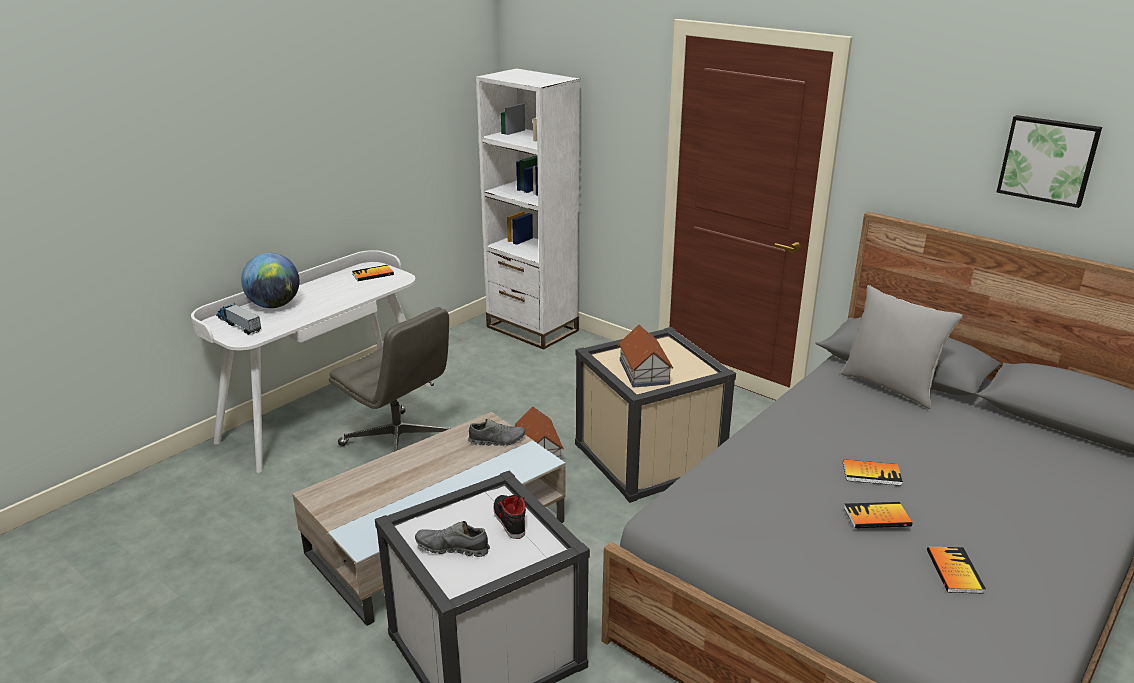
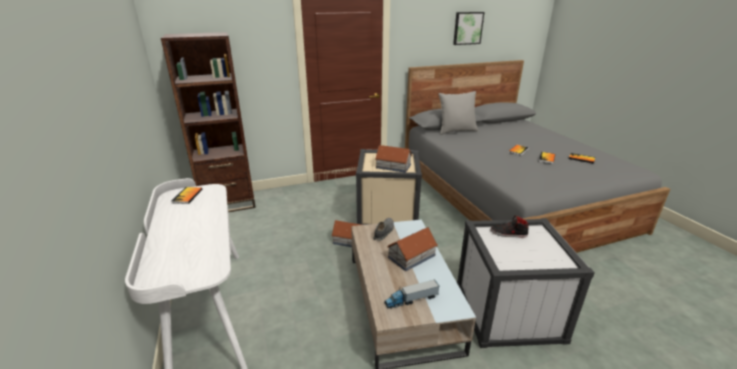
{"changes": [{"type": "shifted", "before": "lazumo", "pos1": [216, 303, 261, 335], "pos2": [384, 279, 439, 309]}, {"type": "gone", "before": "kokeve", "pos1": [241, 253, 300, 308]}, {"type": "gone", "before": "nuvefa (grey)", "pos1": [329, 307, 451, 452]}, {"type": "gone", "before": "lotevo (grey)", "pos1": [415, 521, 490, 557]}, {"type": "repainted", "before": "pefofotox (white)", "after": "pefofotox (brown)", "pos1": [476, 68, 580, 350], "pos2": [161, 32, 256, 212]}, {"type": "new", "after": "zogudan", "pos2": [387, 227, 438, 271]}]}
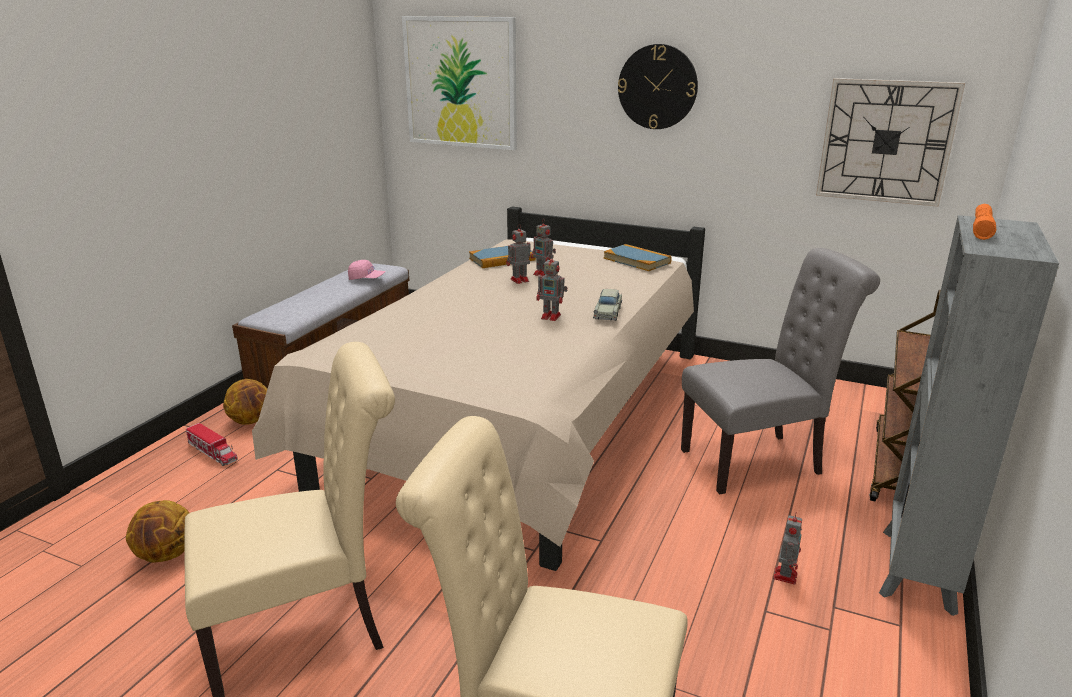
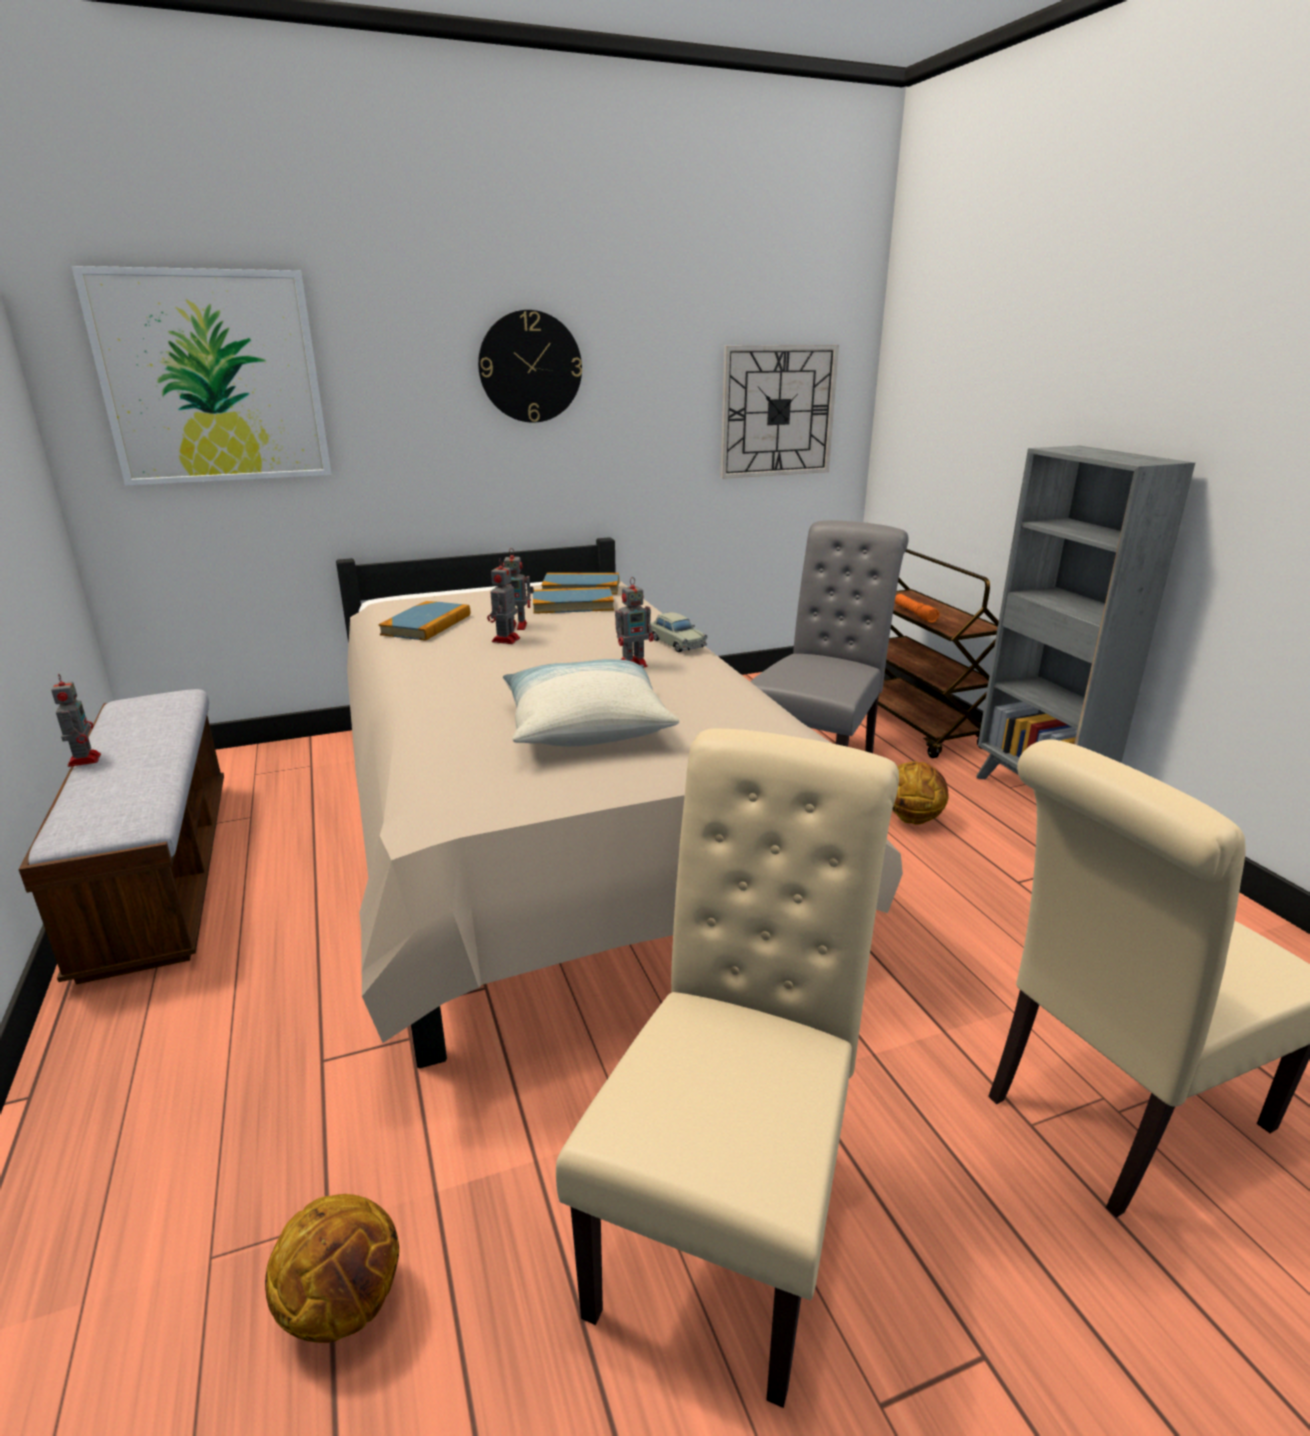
{"changes": [{"type": "gone", "before": "lazumo", "pos1": [186, 423, 238, 466]}, {"type": "shifted", "before": "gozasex", "pos1": [223, 379, 267, 425], "pos2": [892, 761, 949, 824]}, {"type": "gone", "before": "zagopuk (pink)", "pos1": [348, 260, 386, 280]}, {"type": "shifted", "before": "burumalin", "pos1": [773, 514, 802, 585], "pos2": [51, 674, 101, 767]}, {"type": "shifted", "before": "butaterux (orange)", "pos1": [973, 204, 996, 240], "pos2": [895, 594, 939, 623]}, {"type": "new", "after": "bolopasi", "pos2": [503, 659, 679, 747]}, {"type": "new", "after": "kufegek", "pos2": [533, 587, 614, 614]}]}
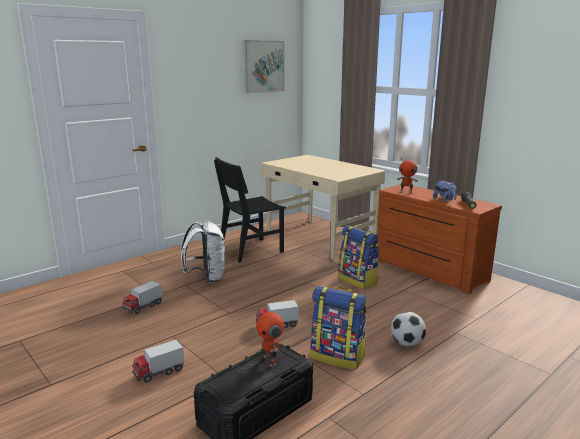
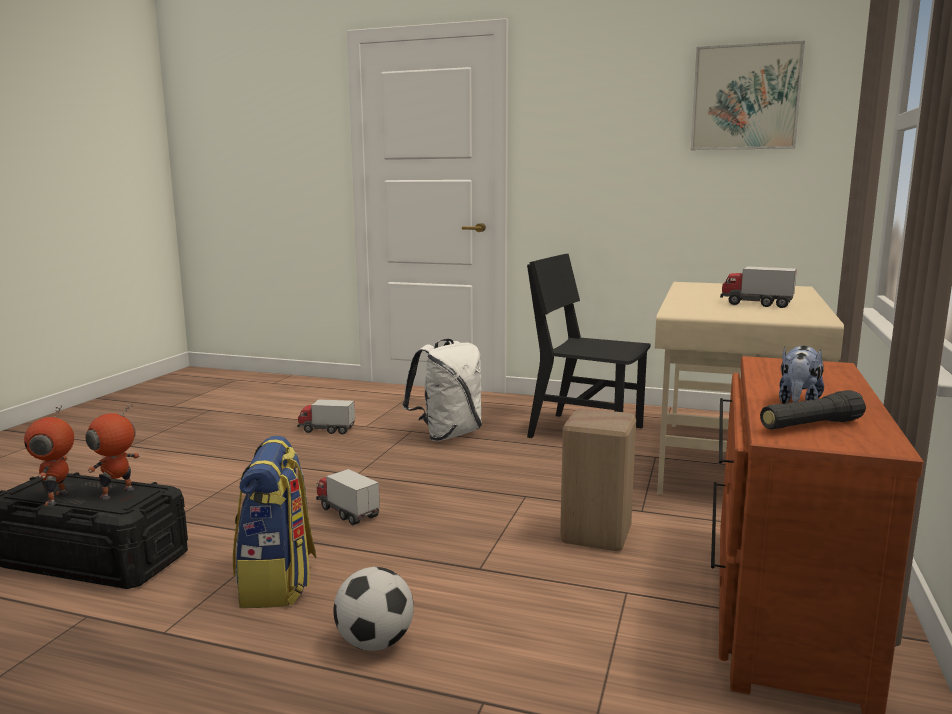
{"changes": [{"type": "shifted", "before": "lazumo", "pos1": [132, 340, 184, 382], "pos2": [720, 266, 797, 308]}, {"type": "swapped", "before": "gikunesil", "after": "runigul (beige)", "pos1": [338, 225, 379, 290], "pos2": [560, 408, 636, 551]}, {"type": "shifted", "before": "burumalin", "pos1": [397, 158, 418, 194], "pos2": [24, 405, 74, 506]}]}
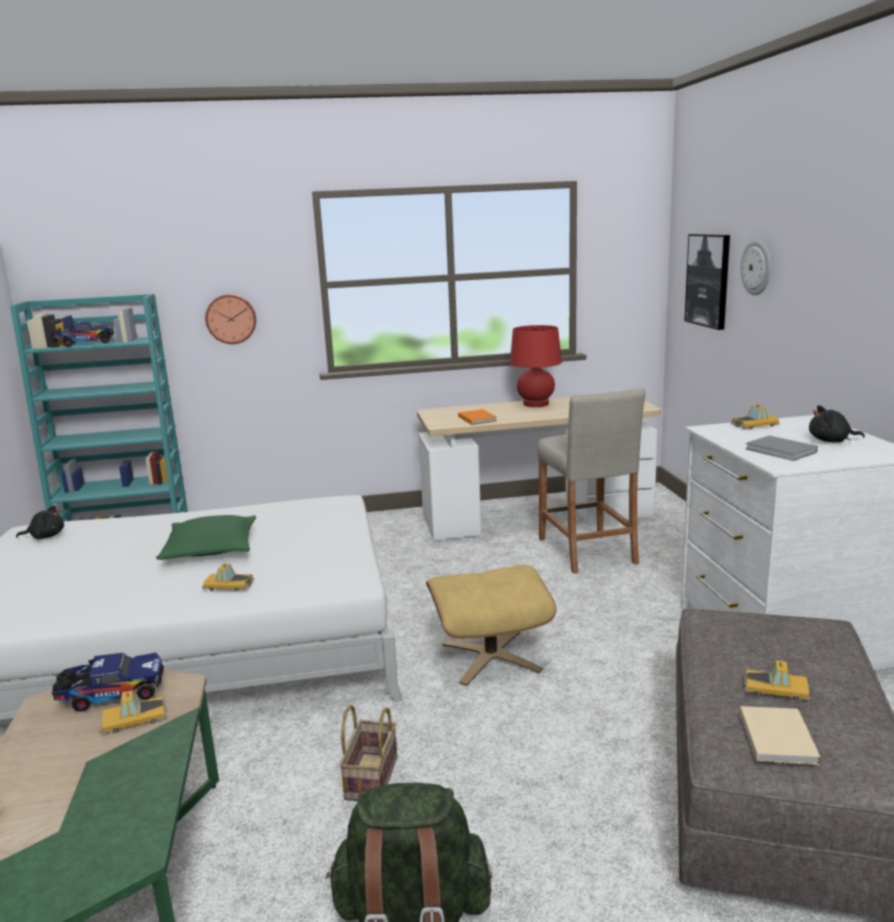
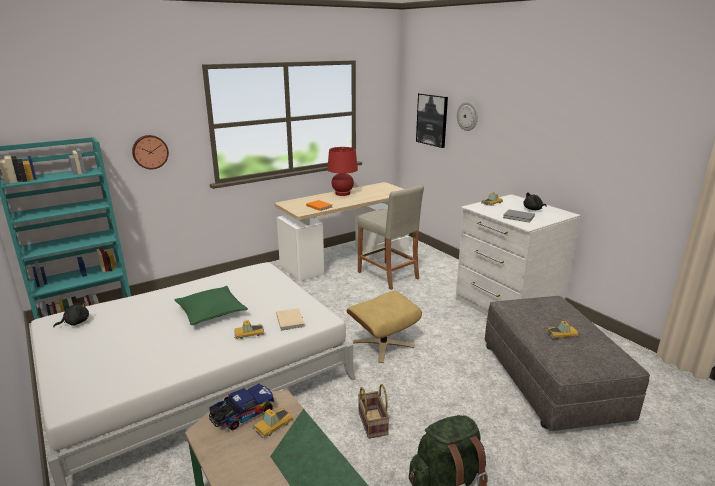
{"changes": [{"type": "gone", "before": "lazumo", "pos1": [51, 322, 114, 347]}, {"type": "shifted", "before": "kufegek (beige)", "pos1": [740, 706, 821, 765], "pos2": [276, 308, 305, 331]}]}
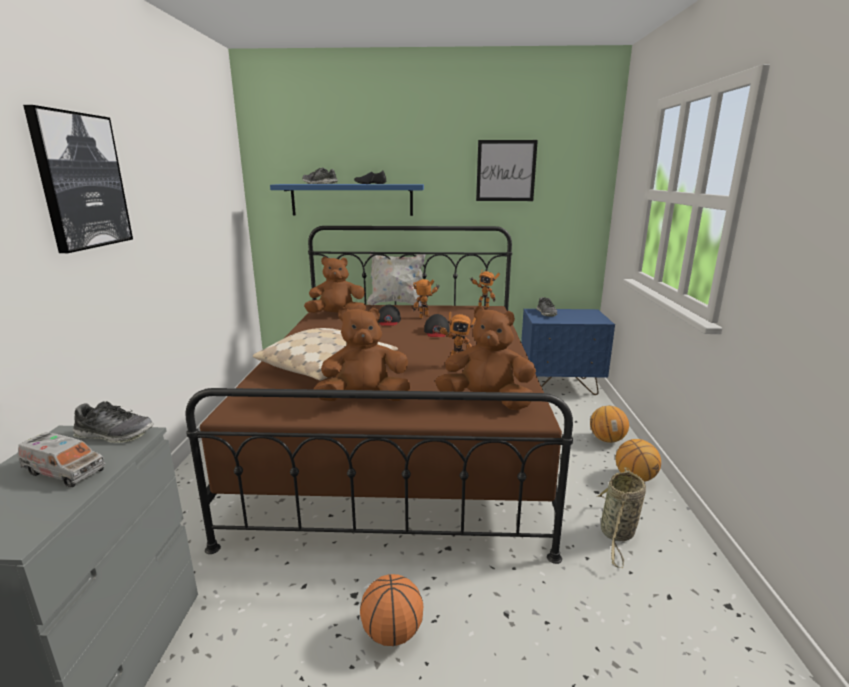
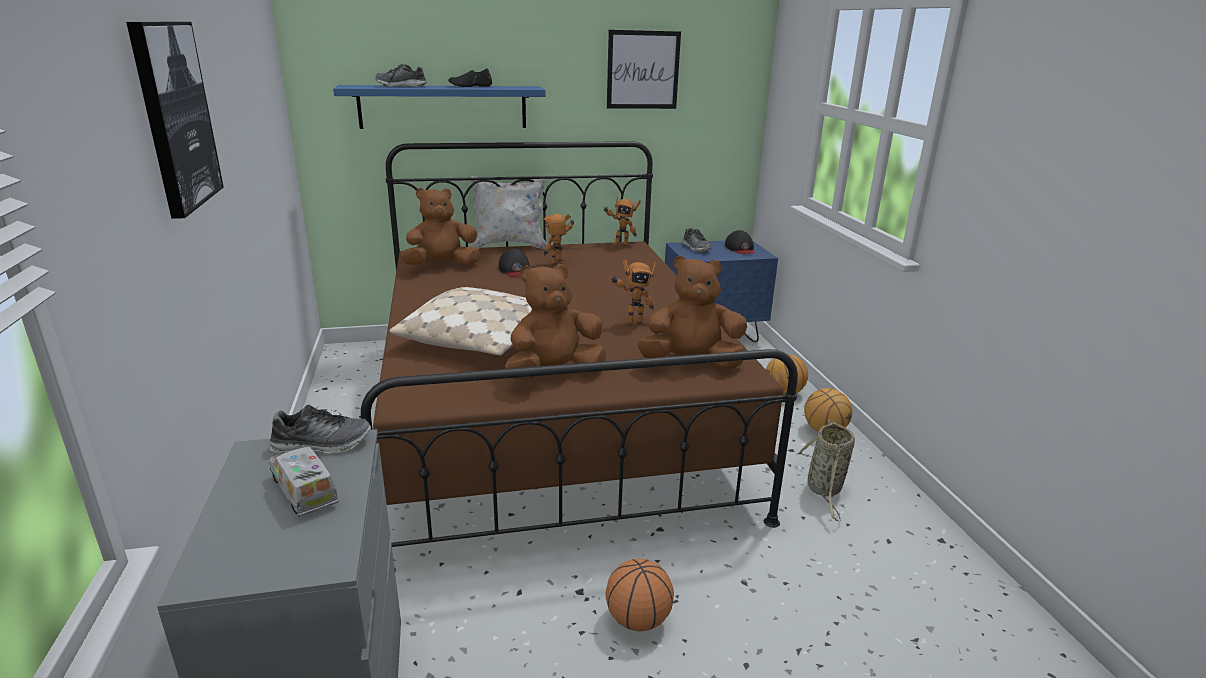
{"changes": [{"type": "rotated", "before": "lazumo", "pos1": [18, 432, 105, 487], "pos2": [269, 447, 339, 516], "turn": -135}, {"type": "shifted", "before": "zagopuk (black)", "pos1": [424, 314, 450, 337], "pos2": [725, 230, 755, 254]}]}
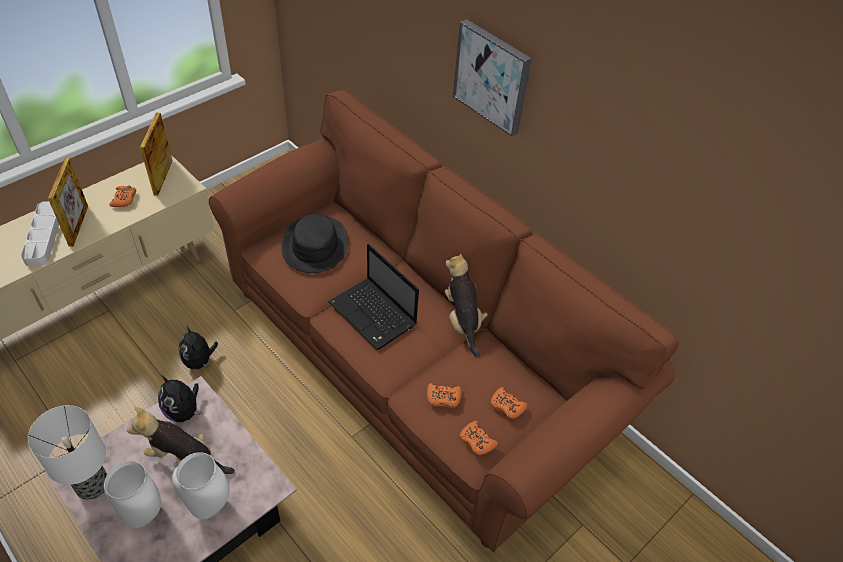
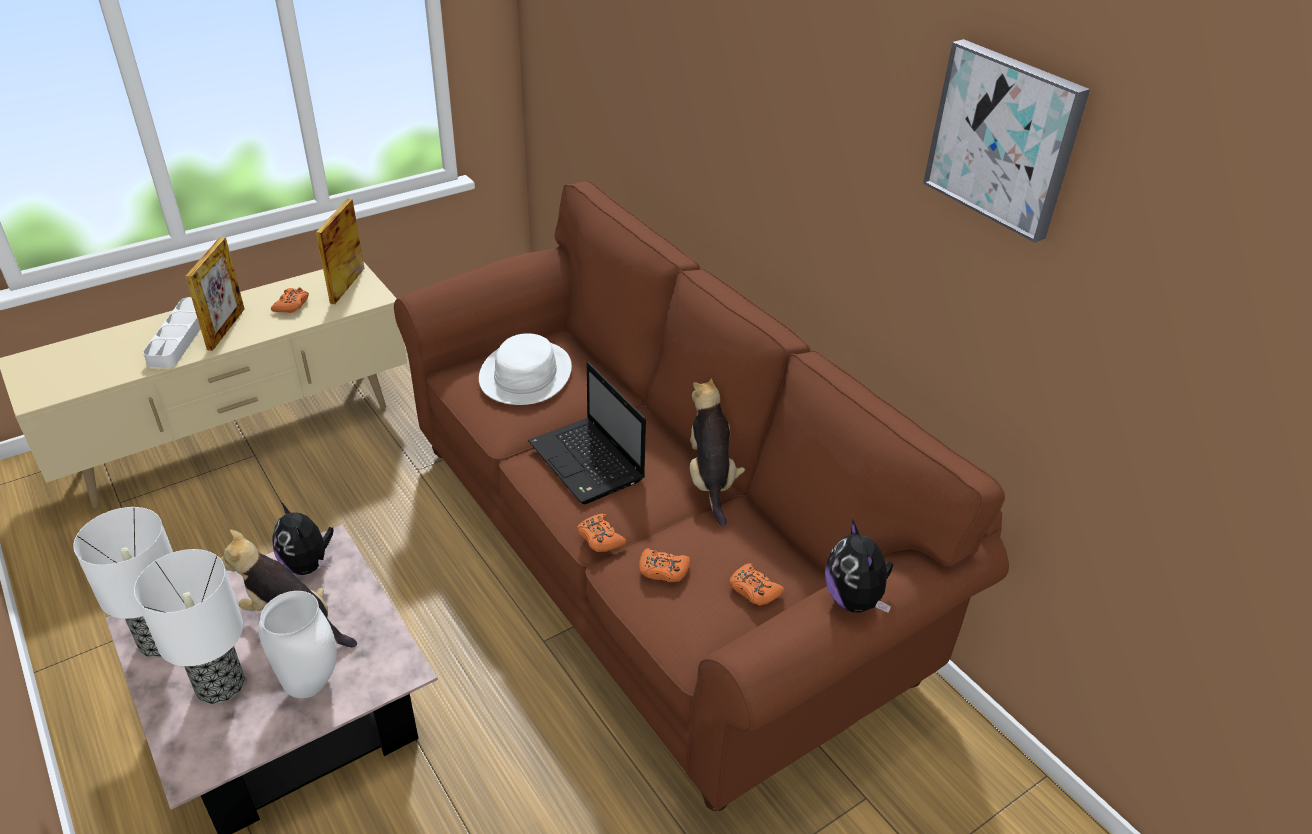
{"changes": [{"type": "swapped", "before": "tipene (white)", "after": "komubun", "pos1": [104, 461, 161, 528], "pos2": [134, 549, 245, 704]}, {"type": "shifted", "before": "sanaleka", "pos1": [179, 326, 218, 369], "pos2": [825, 519, 893, 613]}, {"type": "repainted", "before": "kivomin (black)", "after": "kivomin (white)", "pos1": [281, 214, 348, 273], "pos2": [479, 333, 572, 405]}, {"type": "shifted", "before": "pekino", "pos1": [453, 19, 532, 137], "pos2": [923, 39, 1090, 243]}, {"type": "shifted", "before": "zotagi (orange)", "pos1": [460, 421, 498, 455], "pos2": [577, 514, 626, 552]}]}
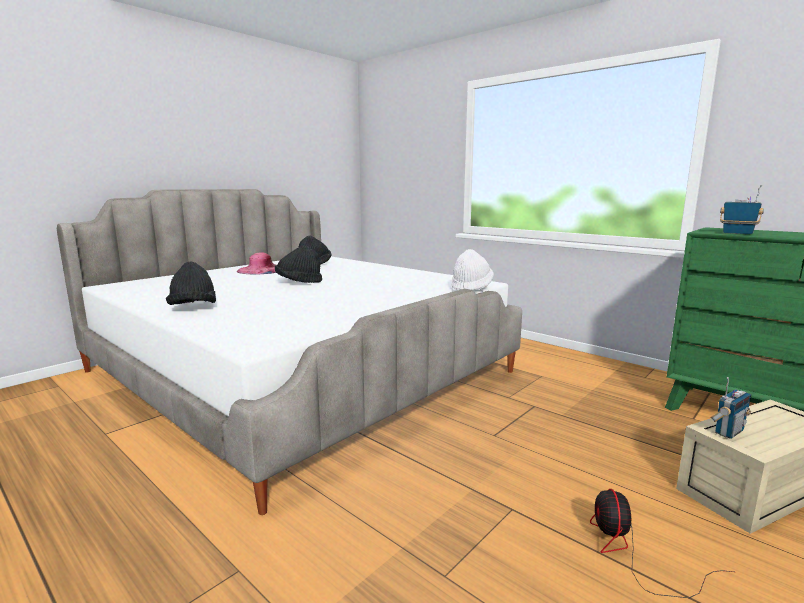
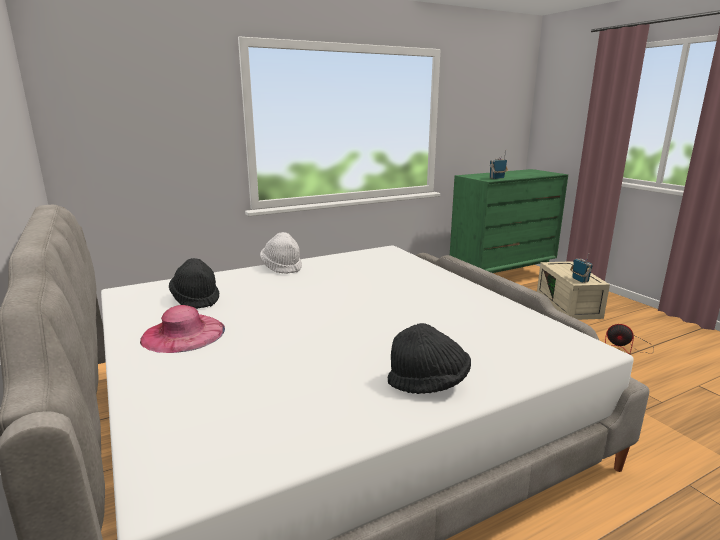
{"changes": [{"type": "gone", "before": "kivomin (black)", "pos1": [275, 246, 322, 283]}, {"type": "shifted", "before": "kivomin (white)", "pos1": [451, 249, 494, 291], "pos2": [260, 232, 302, 274]}]}
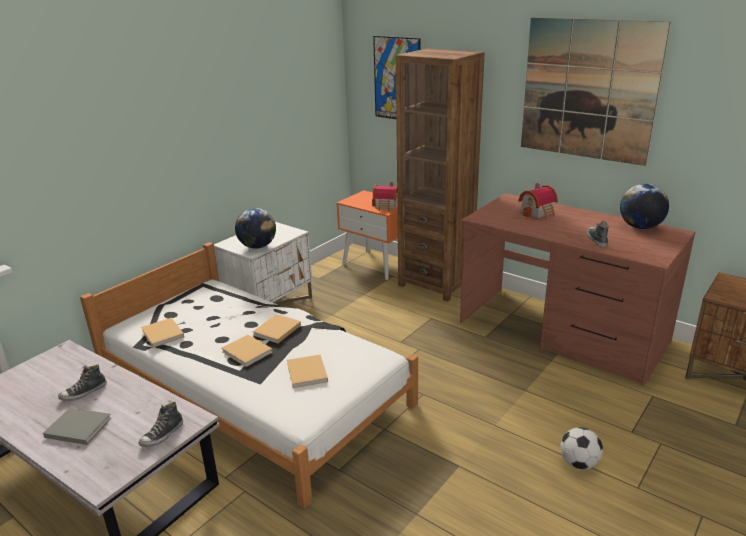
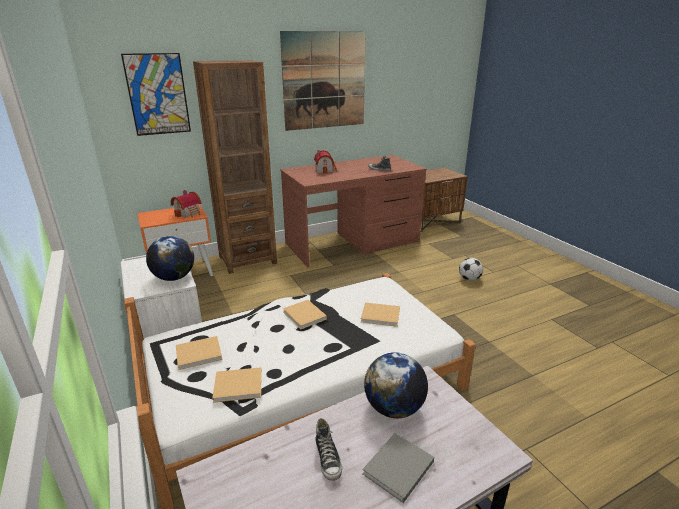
{"changes": [{"type": "gone", "before": "lotevo", "pos1": [139, 402, 183, 447]}, {"type": "shifted", "before": "kufegek (beige)", "pos1": [222, 335, 273, 367], "pos2": [176, 336, 222, 370]}, {"type": "shifted", "before": "kokeve", "pos1": [620, 184, 669, 229], "pos2": [364, 352, 428, 418]}]}
